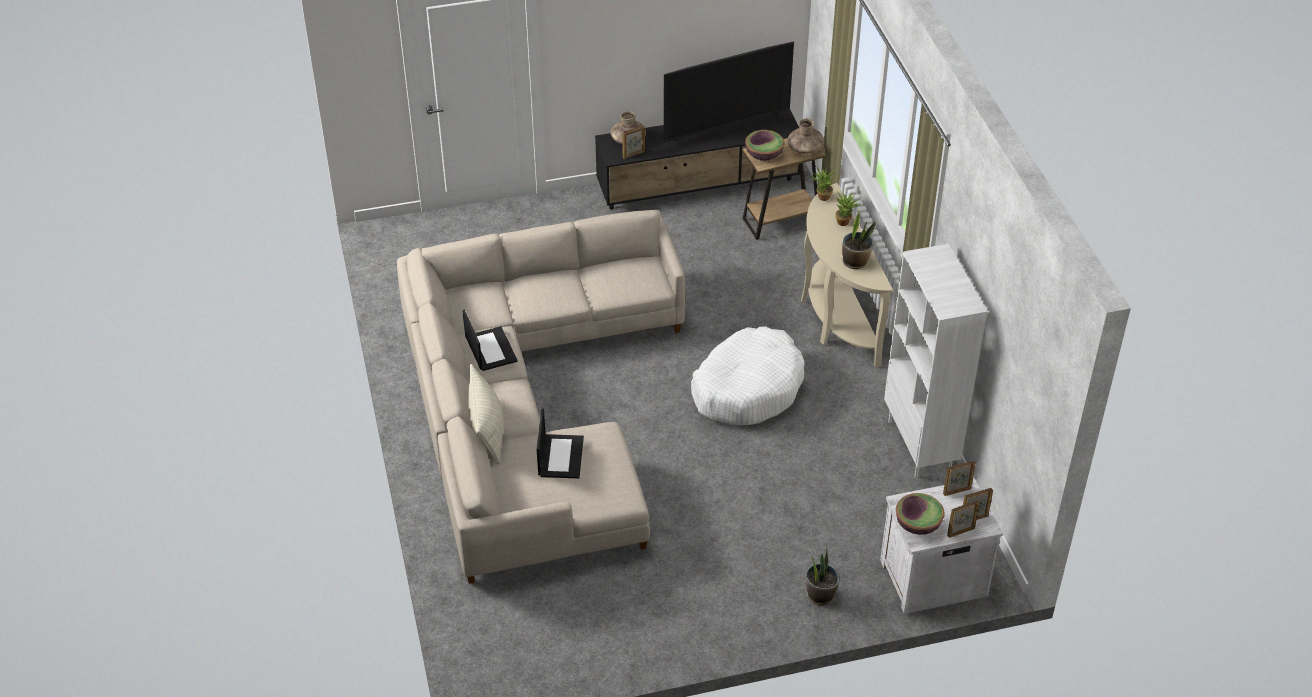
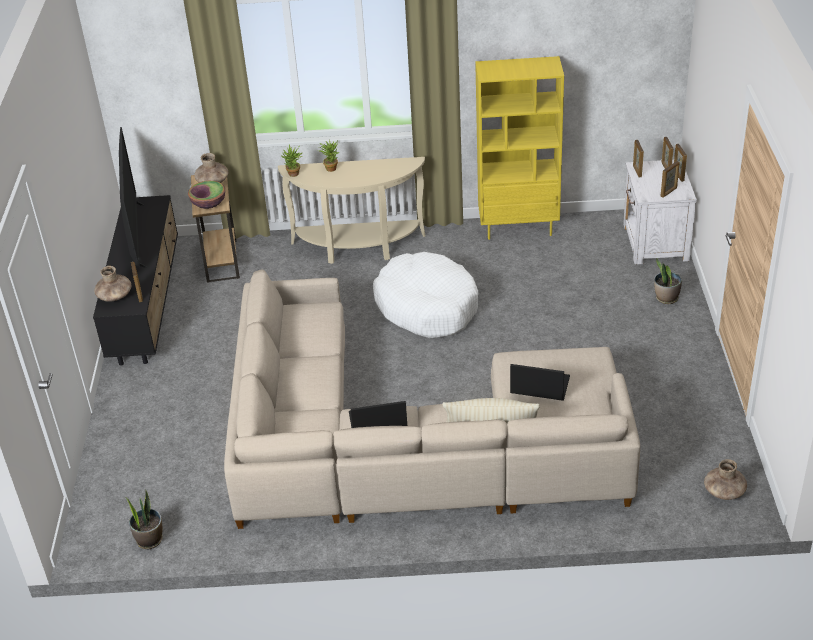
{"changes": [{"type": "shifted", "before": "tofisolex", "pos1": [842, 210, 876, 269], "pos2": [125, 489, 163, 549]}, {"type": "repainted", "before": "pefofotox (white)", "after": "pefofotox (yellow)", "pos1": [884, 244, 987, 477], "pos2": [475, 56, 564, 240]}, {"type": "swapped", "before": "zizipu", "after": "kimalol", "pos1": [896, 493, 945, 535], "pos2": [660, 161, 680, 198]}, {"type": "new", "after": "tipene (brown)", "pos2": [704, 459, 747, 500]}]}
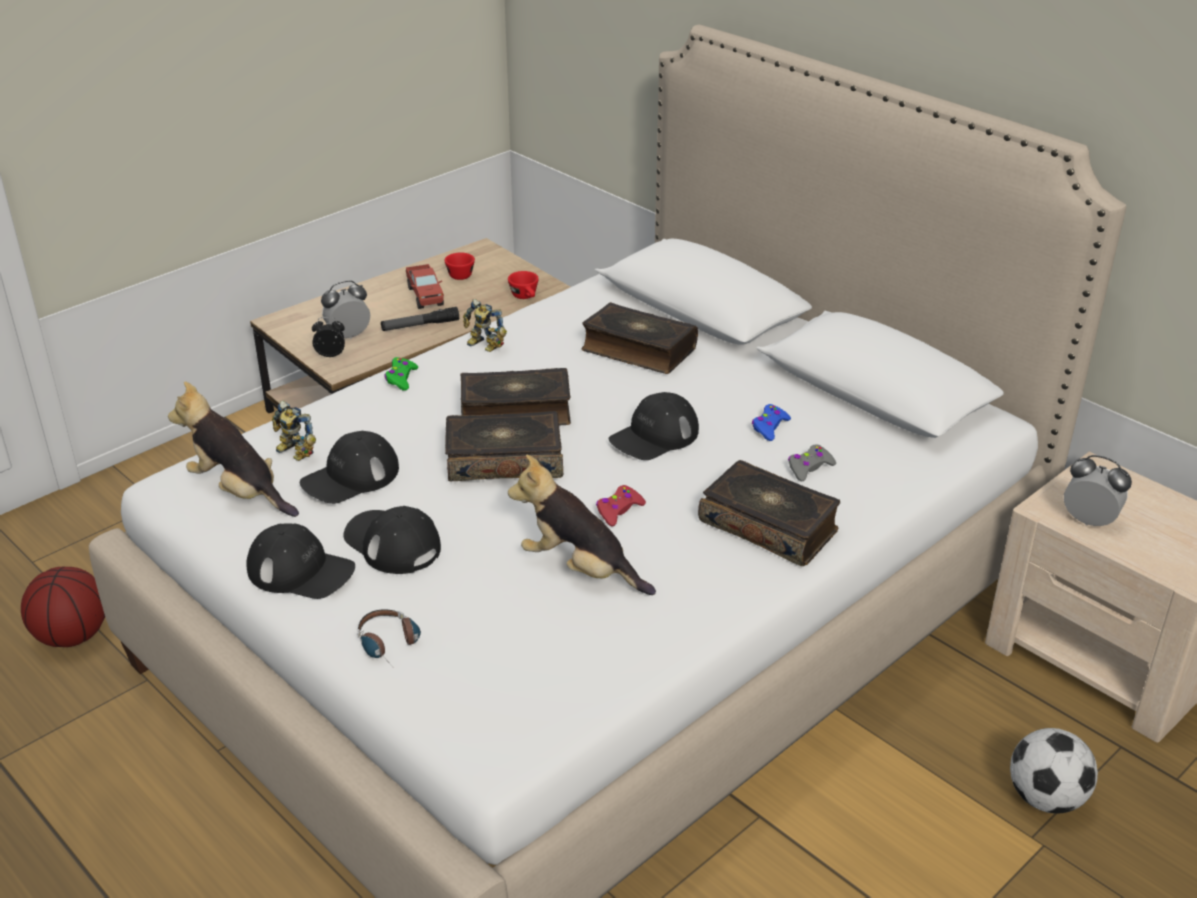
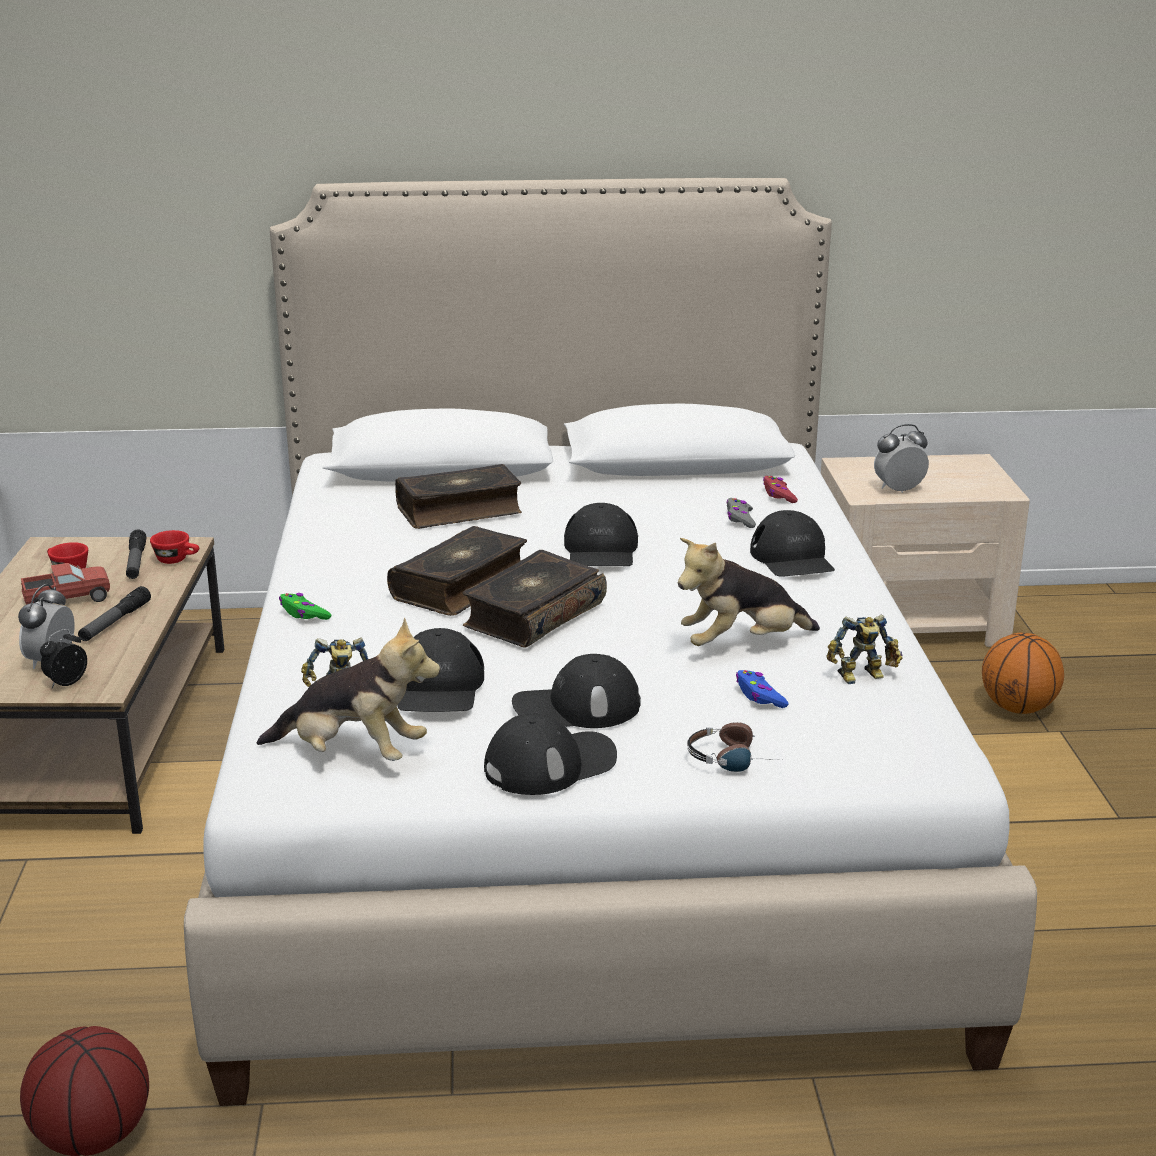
{"changes": [{"type": "rotated", "before": "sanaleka", "pos1": [168, 381, 299, 517], "pos2": [257, 618, 440, 761], "turn": -150}, {"type": "rotated", "before": "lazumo", "pos1": [406, 264, 444, 309], "pos2": [21, 563, 110, 605], "turn": -45}, {"type": "shifted", "before": "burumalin", "pos1": [463, 299, 507, 352], "pos2": [827, 615, 903, 684]}, {"type": "shifted", "before": "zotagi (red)", "pos1": [596, 485, 646, 526], "pos2": [763, 476, 798, 503]}, {"type": "swapped", "before": "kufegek", "after": "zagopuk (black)", "pos1": [698, 460, 840, 566], "pos2": [750, 510, 835, 577]}, {"type": "shifted", "before": "zotagi (blue)", "pos1": [752, 404, 791, 441], "pos2": [736, 670, 789, 708]}, {"type": "swapped", "before": "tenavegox", "after": "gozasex", "pos1": [1010, 728, 1098, 814], "pos2": [982, 633, 1064, 714]}, {"type": "new", "after": "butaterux", "pos2": [126, 530, 146, 579]}]}
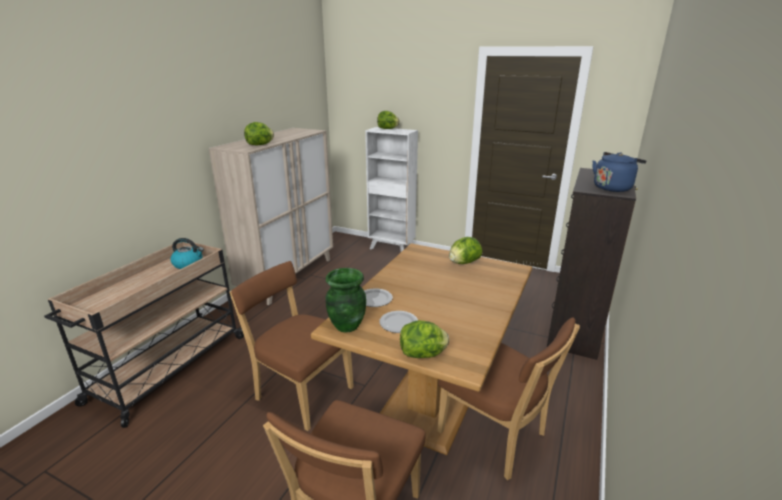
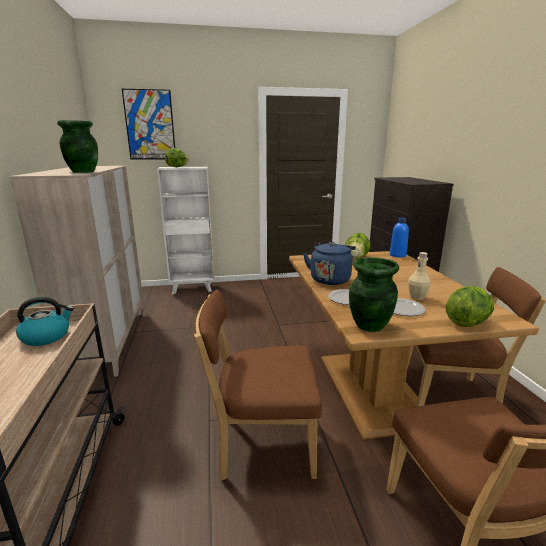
{"changes": [{"type": "swapped", "before": "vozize", "after": "tipene (green)", "pos1": [244, 122, 274, 145], "pos2": [57, 120, 98, 173]}, {"type": "shifted", "before": "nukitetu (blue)", "pos1": [592, 152, 647, 192], "pos2": [303, 242, 356, 285]}, {"type": "new", "after": "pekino", "pos2": [122, 89, 175, 160]}, {"type": "new", "after": "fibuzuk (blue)", "pos2": [390, 217, 409, 257]}, {"type": "new", "after": "fibuzuk (beige)", "pos2": [408, 252, 431, 300]}]}
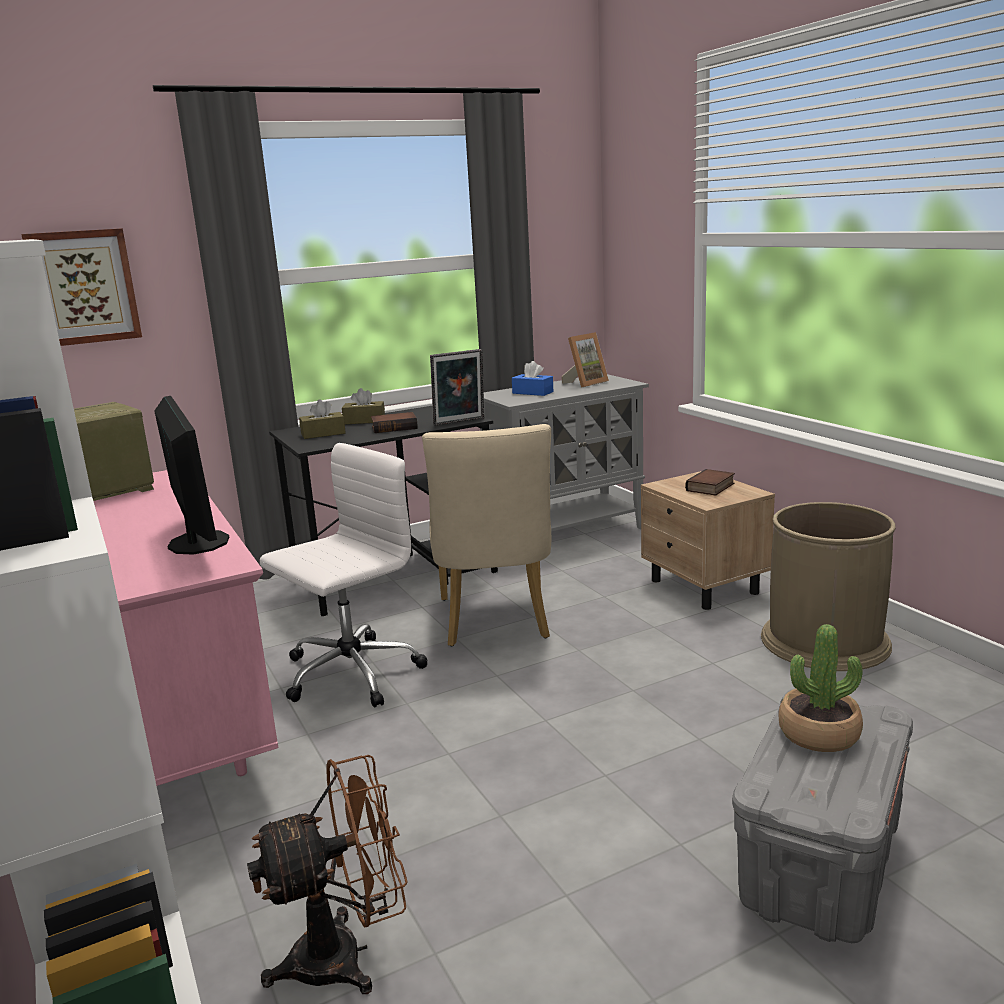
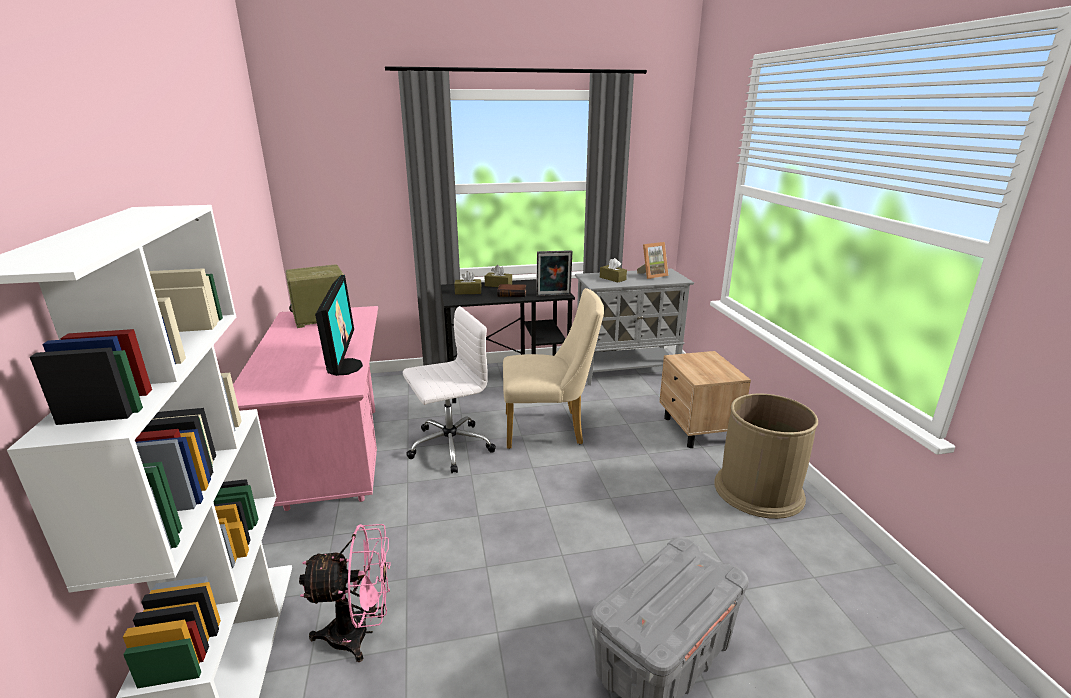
{"changes": [{"type": "gone", "before": "pekino", "pos1": [21, 228, 142, 346]}, {"type": "repainted", "before": "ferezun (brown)", "after": "ferezun (pink)", "pos1": [247, 755, 408, 994], "pos2": [299, 524, 391, 662]}, {"type": "rotated", "before": "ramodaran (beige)", "pos1": [422, 424, 552, 647], "pos2": [503, 288, 604, 449], "turn": -105}, {"type": "repainted", "before": "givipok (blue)", "after": "givipok (brown)", "pos1": [512, 361, 553, 396], "pos2": [600, 258, 627, 283]}, {"type": "gone", "before": "kufegek", "pos1": [685, 469, 735, 496]}, {"type": "gone", "before": "tofisolex", "pos1": [778, 624, 863, 752]}]}
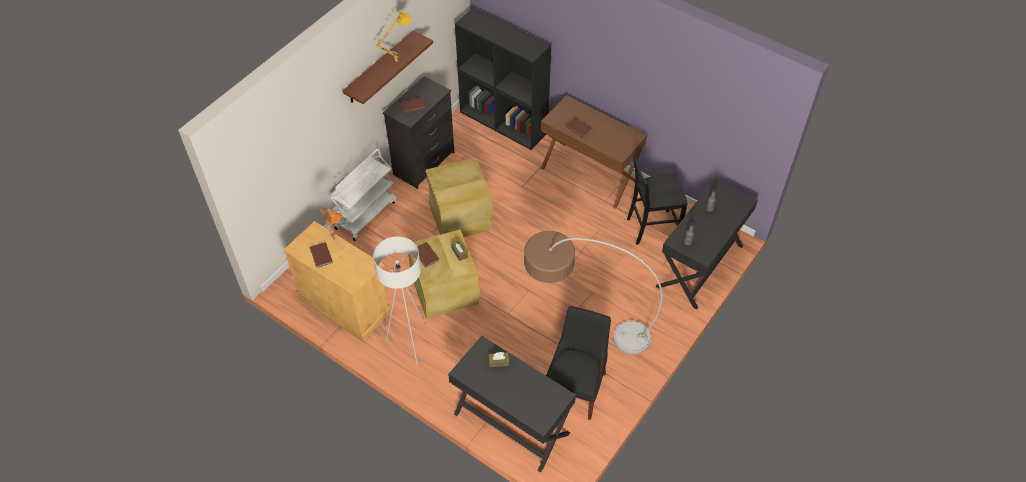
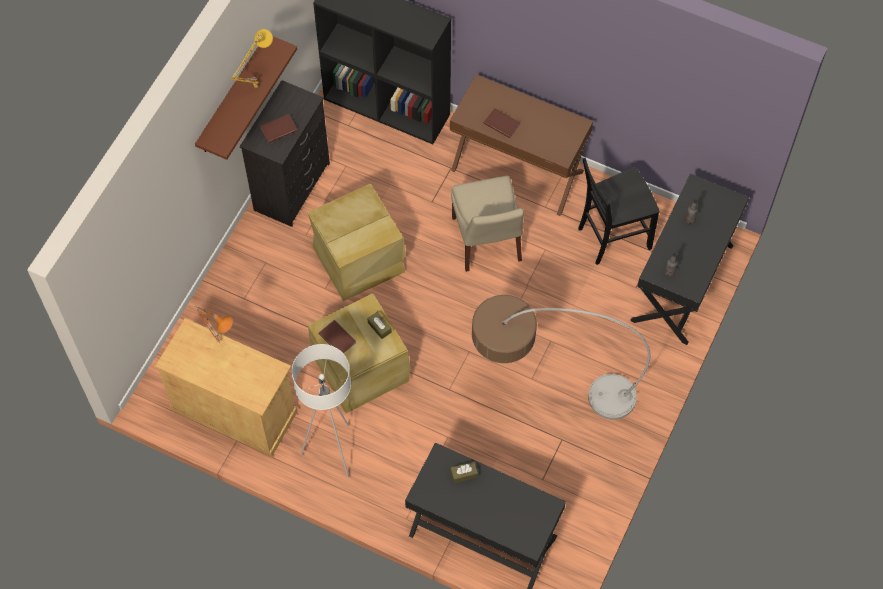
{"changes": [{"type": "gone", "before": "kufegek (brown)", "pos1": [310, 242, 333, 268]}, {"type": "gone", "before": "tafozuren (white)", "pos1": [329, 149, 396, 241]}, {"type": "gone", "before": "ramodaran (black)", "pos1": [546, 306, 611, 420]}, {"type": "new", "after": "ramodaran (beige)", "pos2": [451, 176, 524, 272]}]}
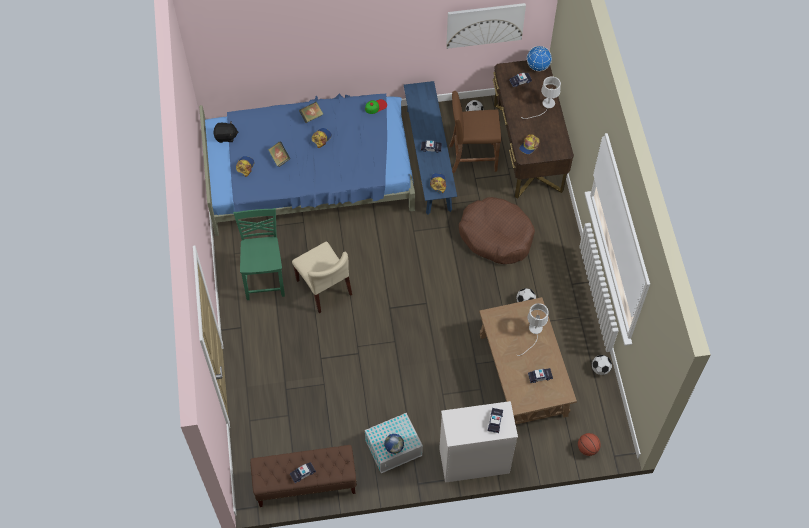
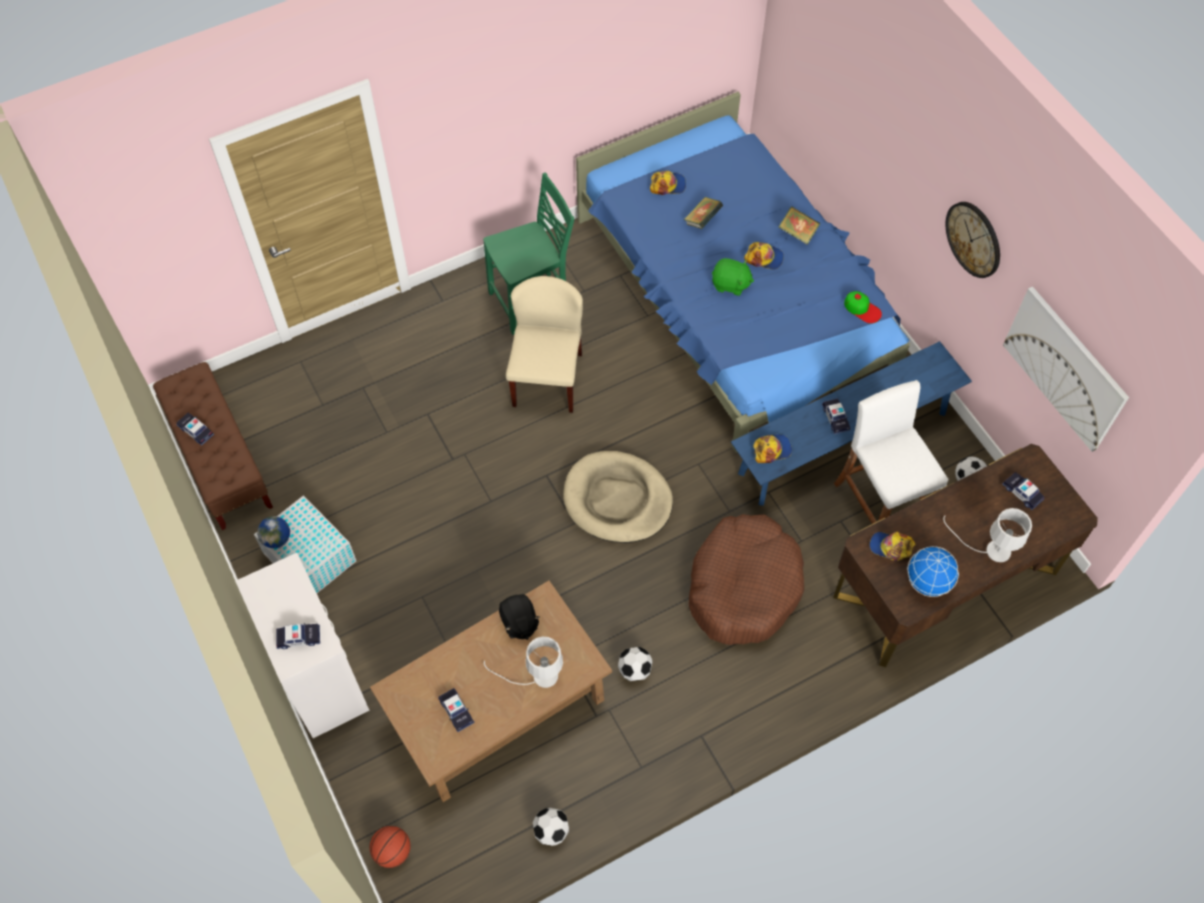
{"changes": [{"type": "shifted", "before": "sanaleka (black)", "pos1": [213, 121, 239, 143], "pos2": [499, 594, 540, 640]}, {"type": "rotated", "before": "ramodaran (beige)", "pos1": [292, 242, 352, 313], "pos2": [506, 276, 583, 413], "turn": 150}, {"type": "repainted", "before": "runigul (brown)", "after": "runigul (white)", "pos1": [449, 91, 501, 173], "pos2": [834, 380, 948, 524]}, {"type": "shifted", "before": "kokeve", "pos1": [527, 46, 552, 71], "pos2": [907, 546, 959, 597]}, {"type": "new", "after": "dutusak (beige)", "pos2": [563, 451, 673, 543]}, {"type": "new", "after": "sanaleka (green)", "pos2": [712, 258, 754, 296]}, {"type": "new", "after": "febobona", "pos2": [946, 202, 1000, 278]}]}
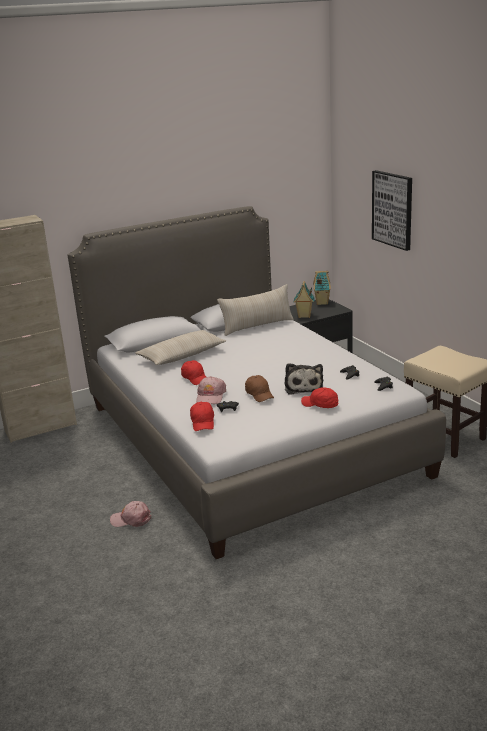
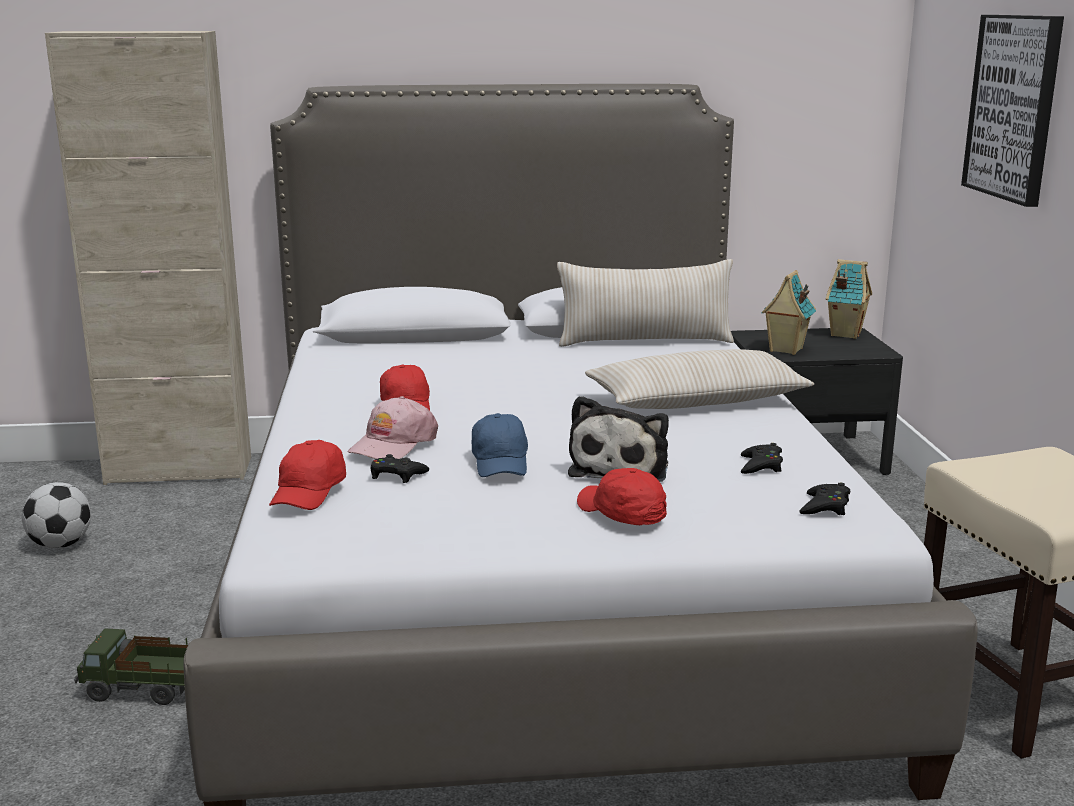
{"changes": [{"type": "swapped", "before": "zagopuk (pink)", "after": "lazumo", "pos1": [110, 501, 151, 527], "pos2": [74, 629, 188, 705]}, {"type": "shifted", "before": "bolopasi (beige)", "pos1": [136, 330, 226, 365], "pos2": [585, 349, 814, 409]}, {"type": "repainted", "before": "zagopuk (brown)", "after": "zagopuk (blue)", "pos1": [245, 375, 274, 402], "pos2": [471, 413, 528, 477]}, {"type": "new", "after": "tenavegox", "pos2": [22, 482, 91, 548]}]}
